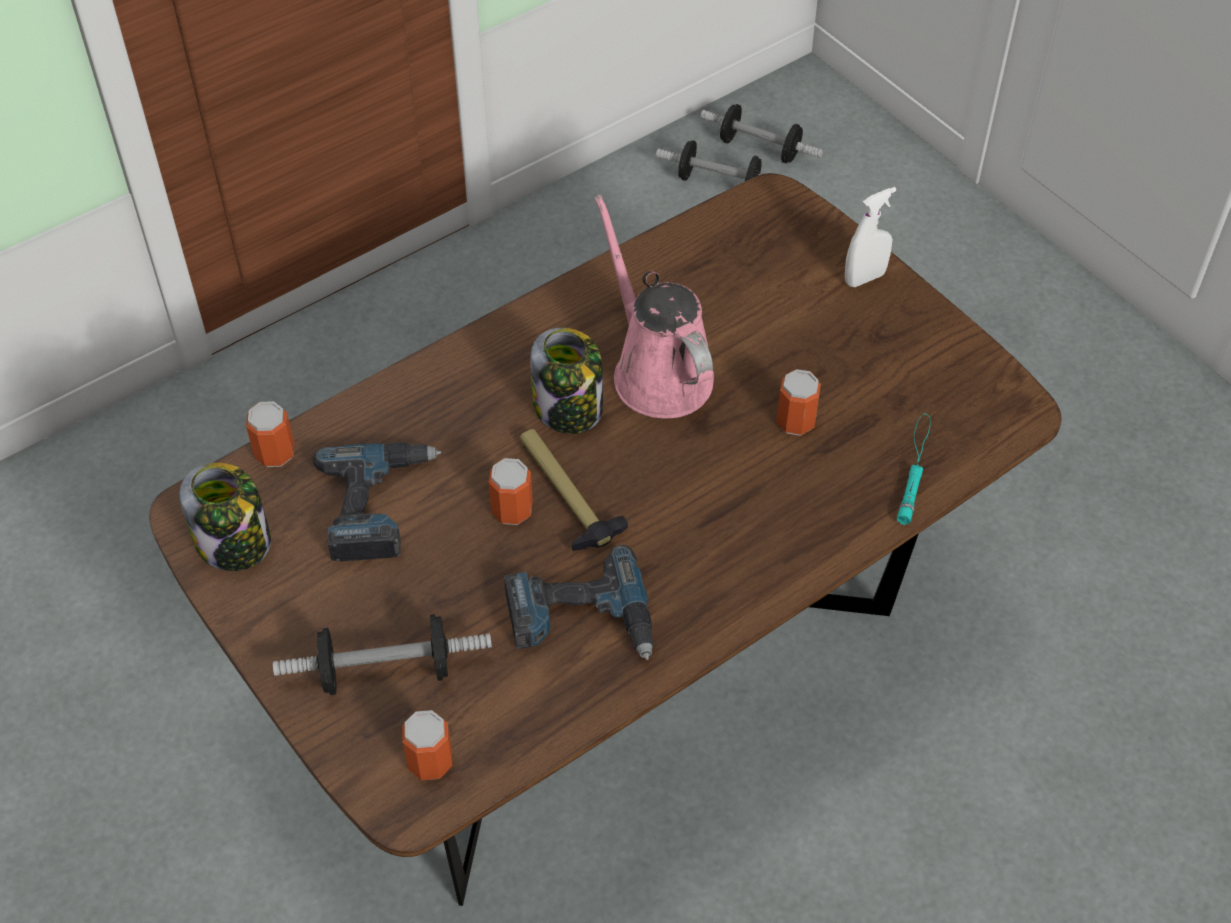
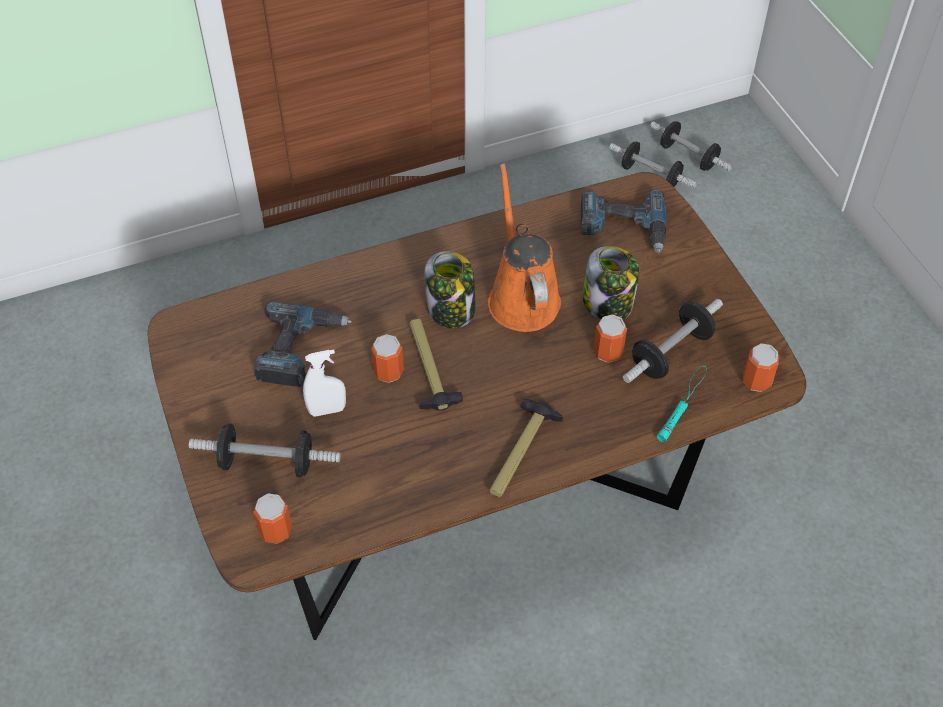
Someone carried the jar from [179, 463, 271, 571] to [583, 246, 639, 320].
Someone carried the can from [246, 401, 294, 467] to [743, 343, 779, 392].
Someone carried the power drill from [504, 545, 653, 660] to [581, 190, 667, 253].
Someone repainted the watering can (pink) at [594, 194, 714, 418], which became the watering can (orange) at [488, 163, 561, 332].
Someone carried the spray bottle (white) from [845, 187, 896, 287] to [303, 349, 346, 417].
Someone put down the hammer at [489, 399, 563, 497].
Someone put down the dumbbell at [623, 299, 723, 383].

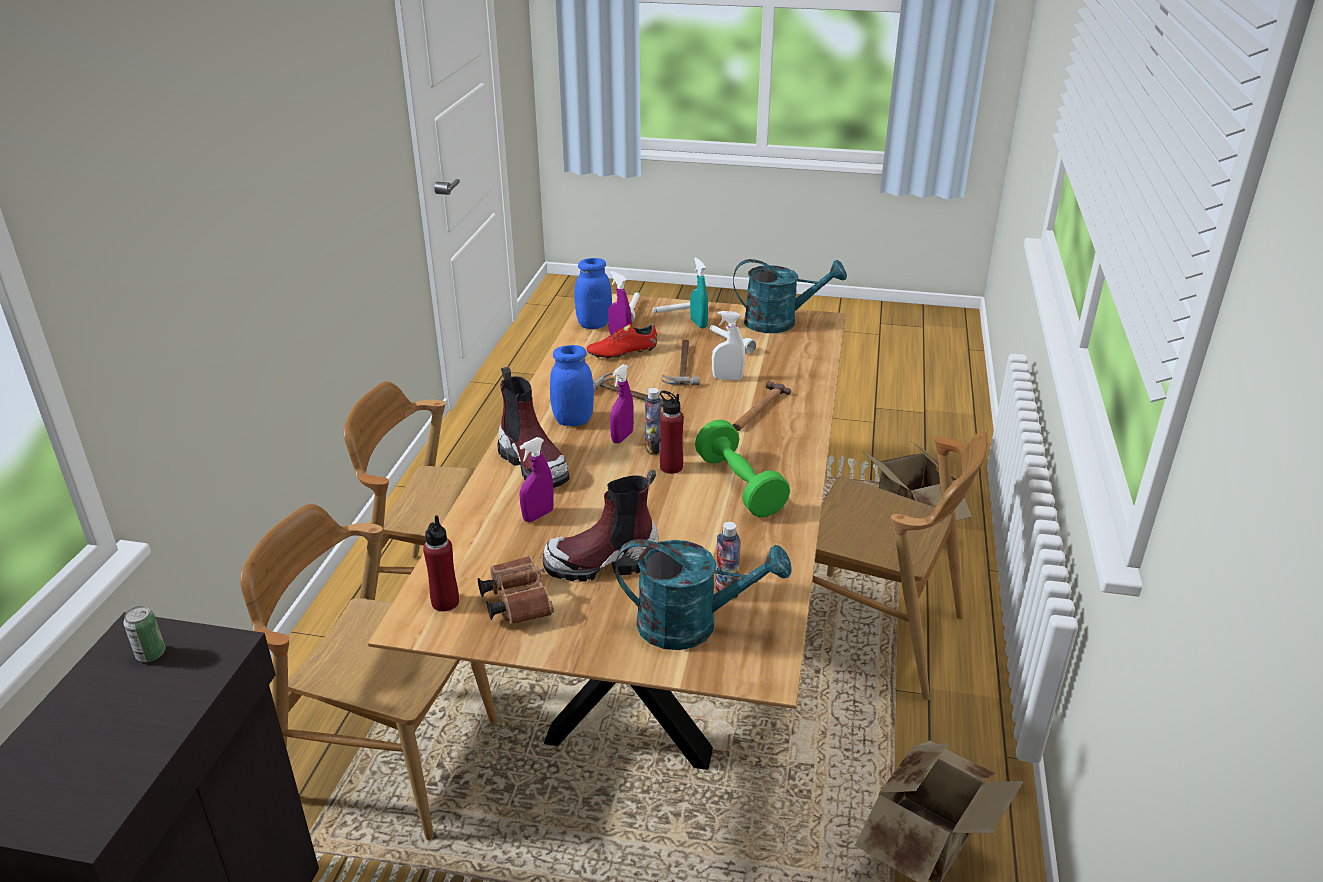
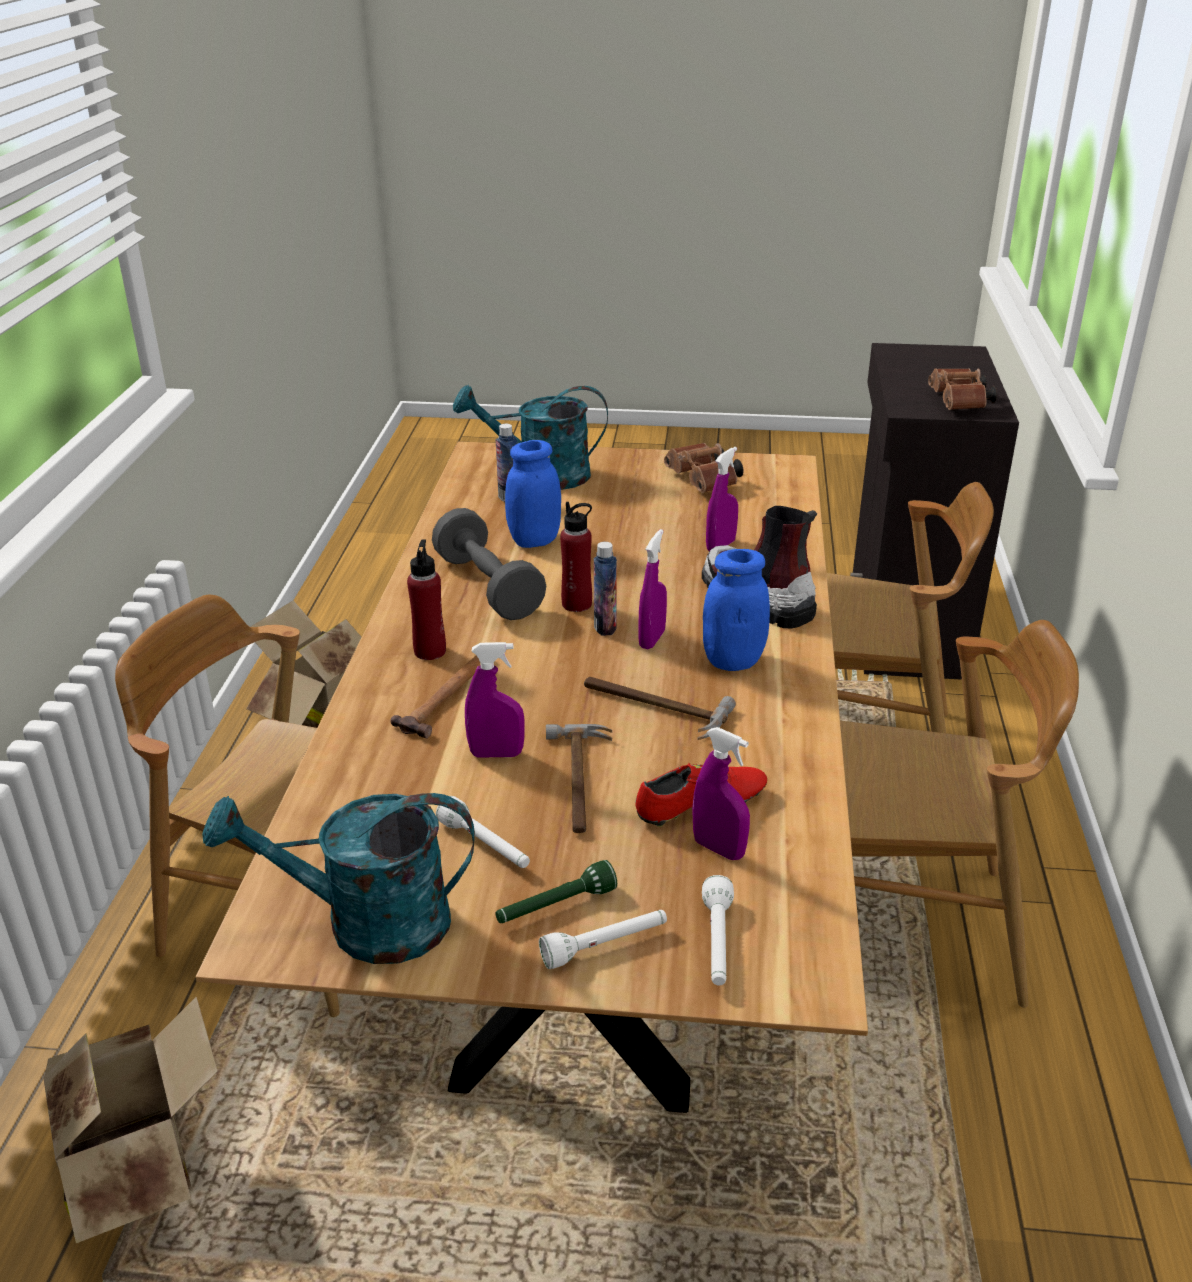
Someone swapped the can at [123, 606, 165, 662] for the binoculars (brown) at [928, 368, 997, 410].
Someone carried the bottle (red) from [423, 516, 459, 611] to [407, 539, 446, 660].
Someone took away the boot at [543, 470, 659, 582].
Someone carried the jar (blue) from [574, 258, 612, 329] to [505, 440, 561, 548].
Someone swapped the spray bottle (turquoise) at [690, 258, 708, 329] for the flashlight (green) at [495, 860, 617, 923].
Someone repainted the dumbbell (green) at [695, 420, 790, 517], which became the dumbbell (grey) at [432, 508, 546, 620].
Someone repainted the spray bottle (white) at [712, 311, 745, 380], which became the spray bottle (purple) at [465, 642, 524, 757].

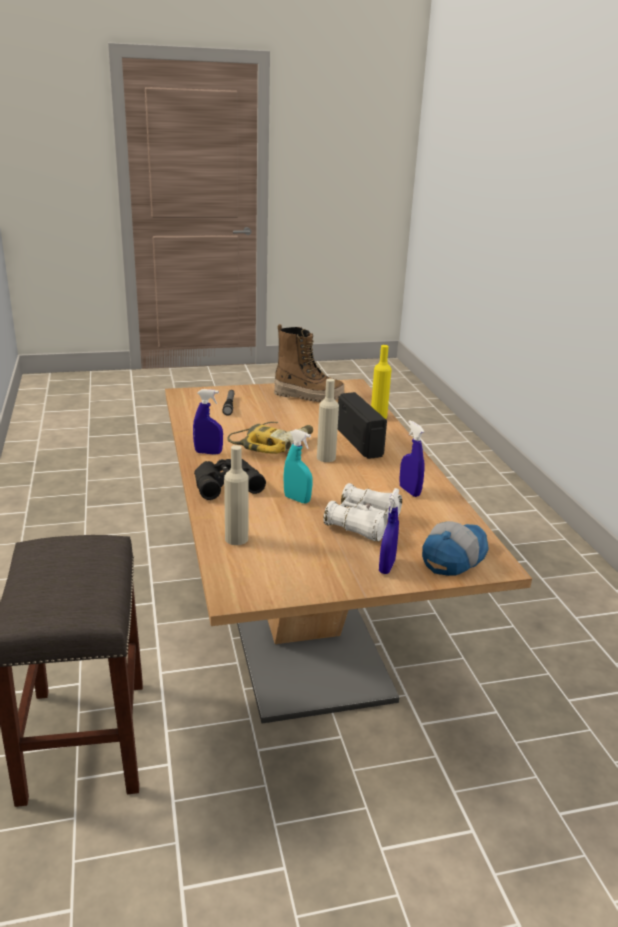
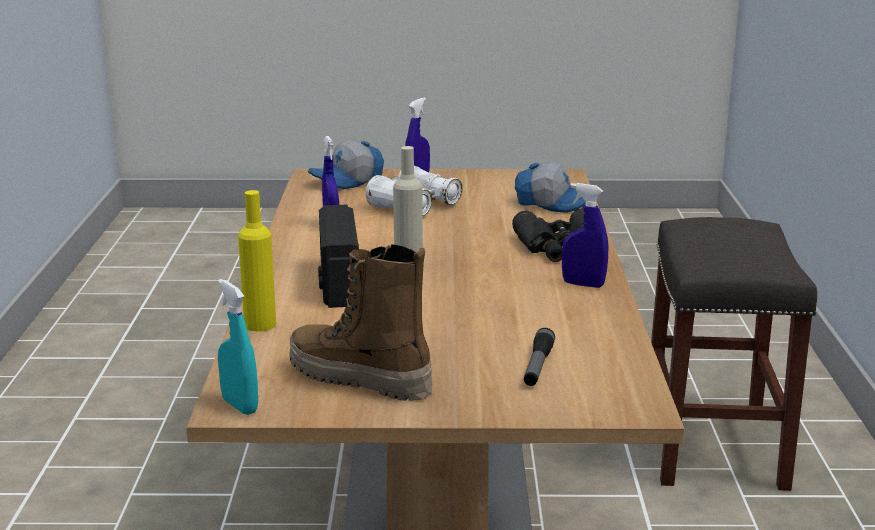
Someone swapped the bottle (beige) at [224, 445, 249, 545] for the cap at [515, 162, 586, 213].
Someone took away the power drill at [227, 422, 313, 454].
Someone carried the spray bottle (turquoise) from [283, 429, 312, 503] to [218, 279, 258, 415].

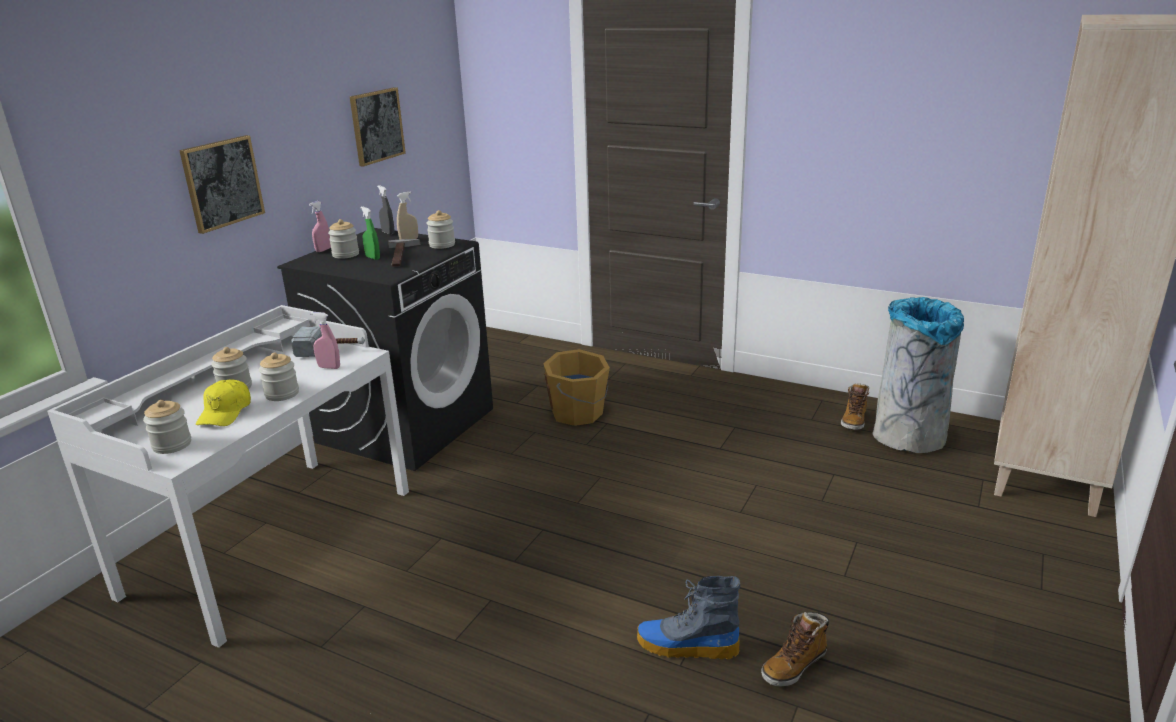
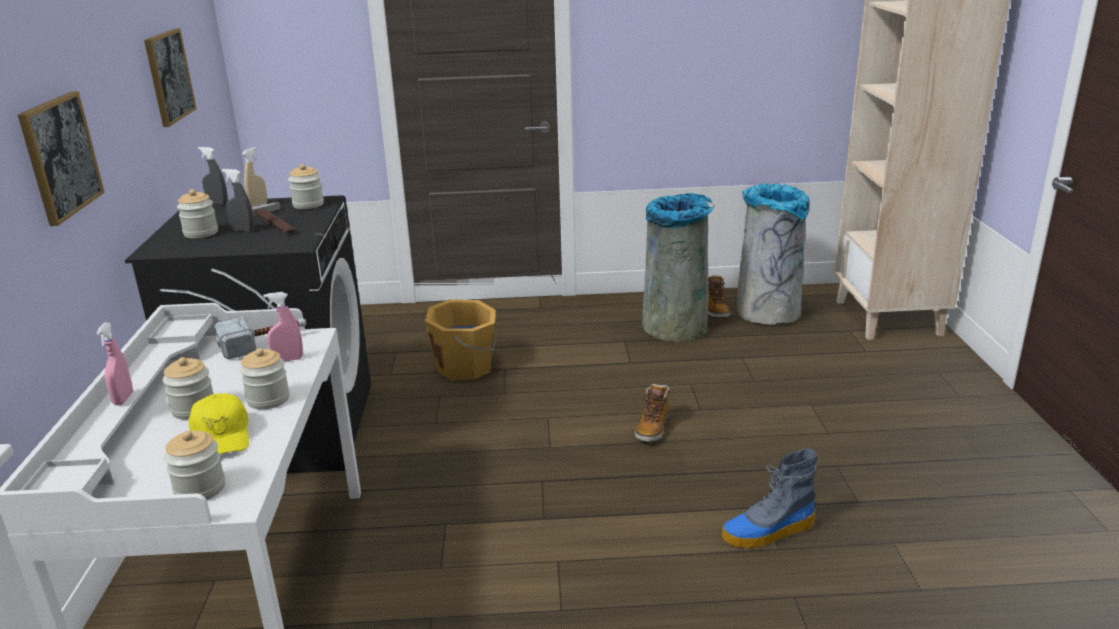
Someone carried the spray bottle (pink) from [309, 201, 331, 252] to [96, 322, 133, 405].
Someone repainted the spray bottle (green) at [360, 207, 380, 260], which became the spray bottle (grey) at [222, 169, 254, 232].
Someone carried the boot from [761, 612, 829, 687] to [635, 384, 670, 442].
Someone put down the trash can (grey) at [642, 193, 714, 342].

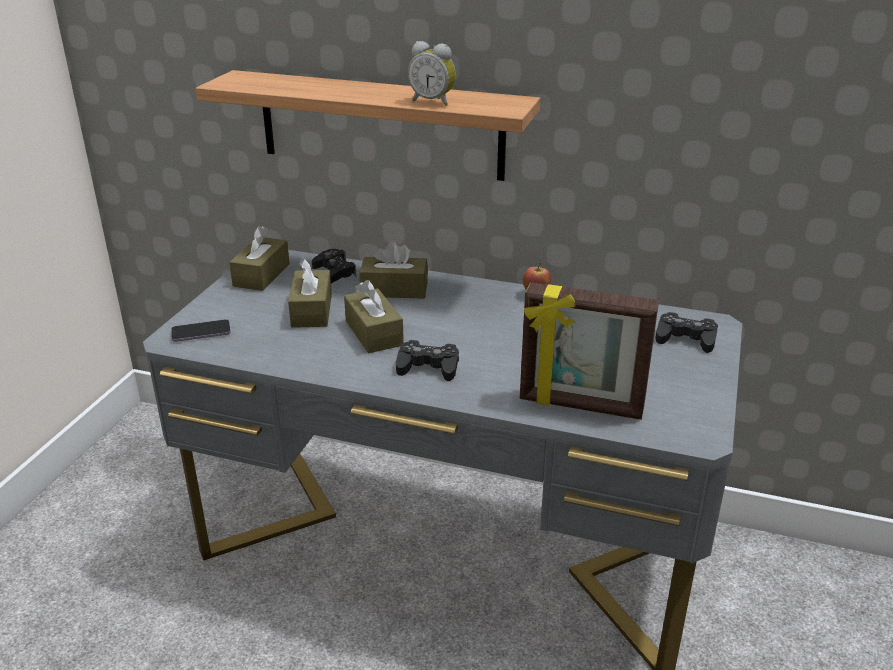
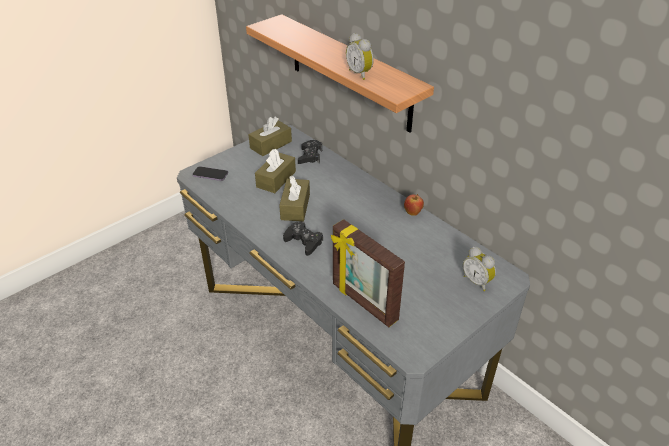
Someone took away the tissue box (brown) at [359, 241, 428, 299].
Someone swapped the game controller (black) at [656, 312, 718, 353] for the alarm clock at [463, 247, 496, 291].

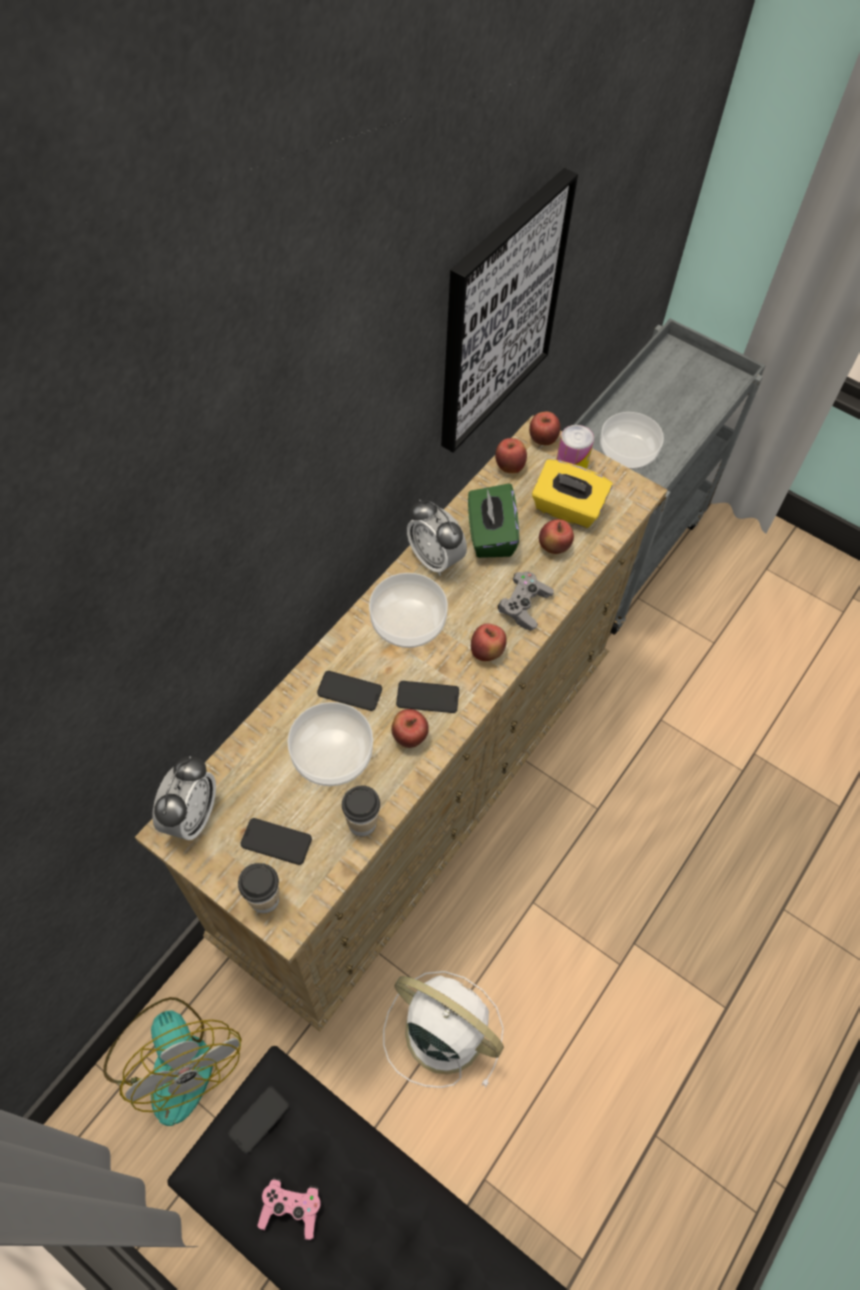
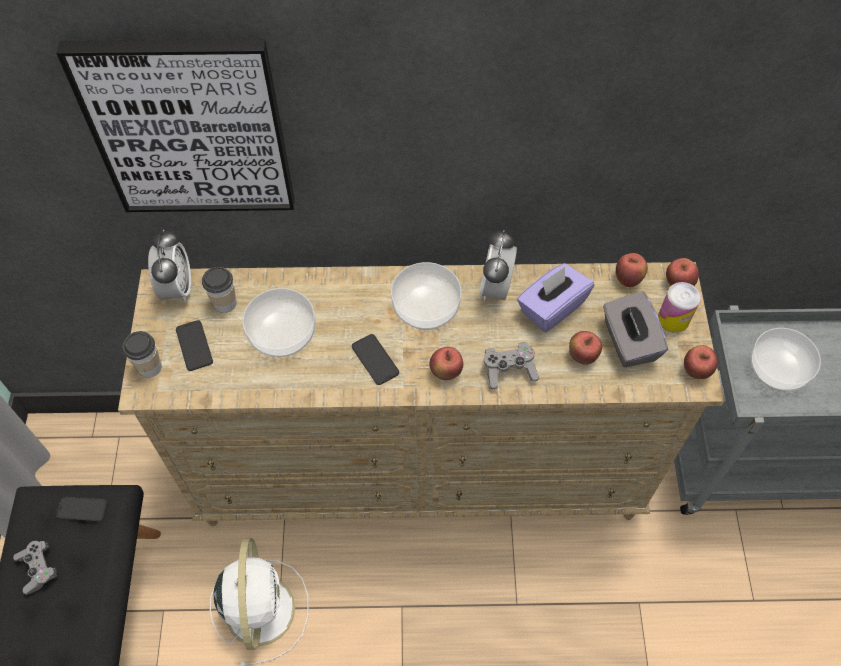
Someone took away the fan at [103, 997, 242, 1126].
Someone rotated the alarm clock at [152, 756, 216, 840] by 75 degrees counterclockwise.
Someone repainted the game controller (pink) at [257, 1177, 321, 1240], which became the game controller (grey) at [13, 541, 58, 595].
Someone took away the phone at [317, 671, 382, 711].
Someone carried the cup from [342, 786, 380, 836] to [202, 267, 236, 313].
Someone carried the apple from [391, 709, 429, 748] to [684, 345, 718, 379].
Someone carried the picture from [441, 168, 578, 452] to [56, 39, 295, 212].
Someone repainted the tissue box (green) at [468, 483, 519, 558], which became the tissue box (purple) at [517, 263, 594, 332].
Someone repainted the tissue box (yellow) at [532, 459, 613, 528], which became the tissue box (grey) at [603, 291, 668, 367].

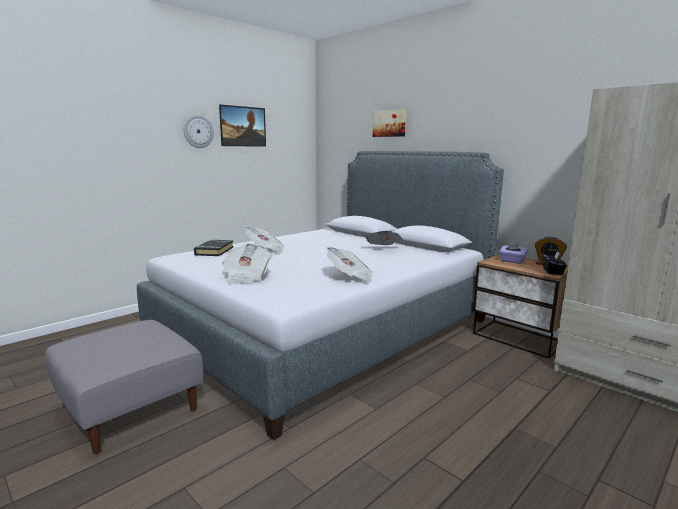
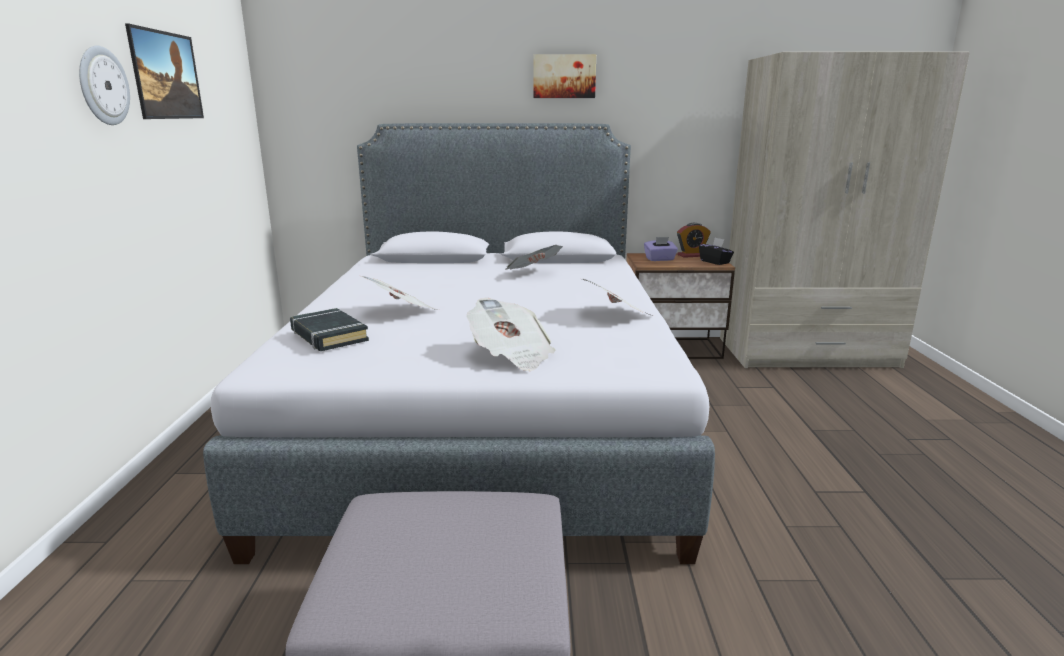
Someone carried the picture from [373, 109, 406, 137] to [533, 54, 596, 98].

